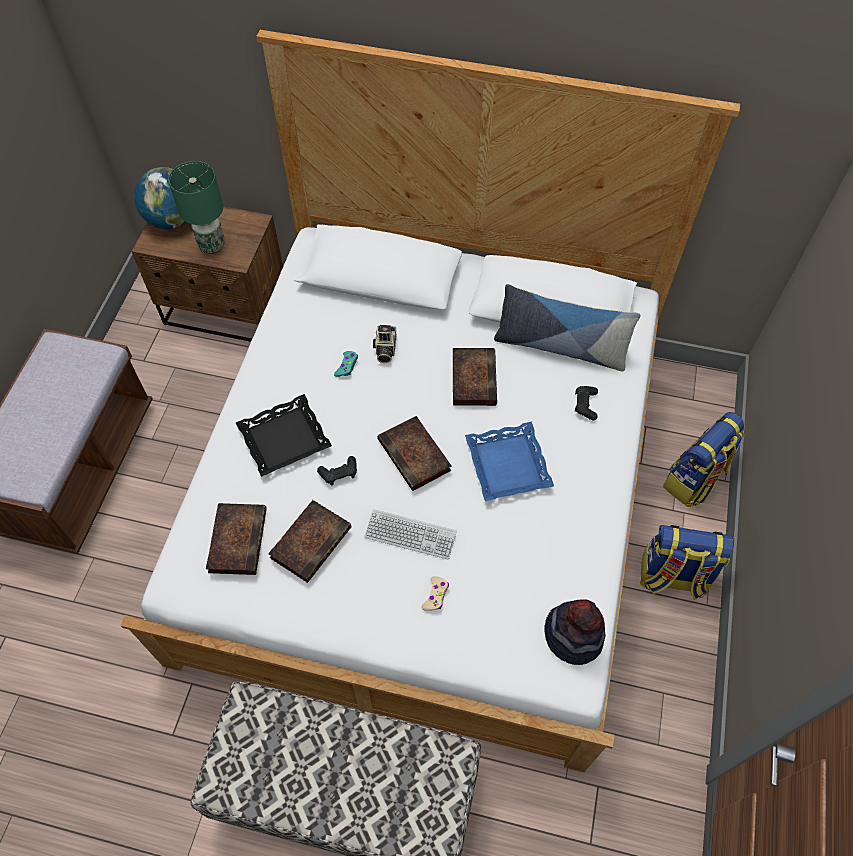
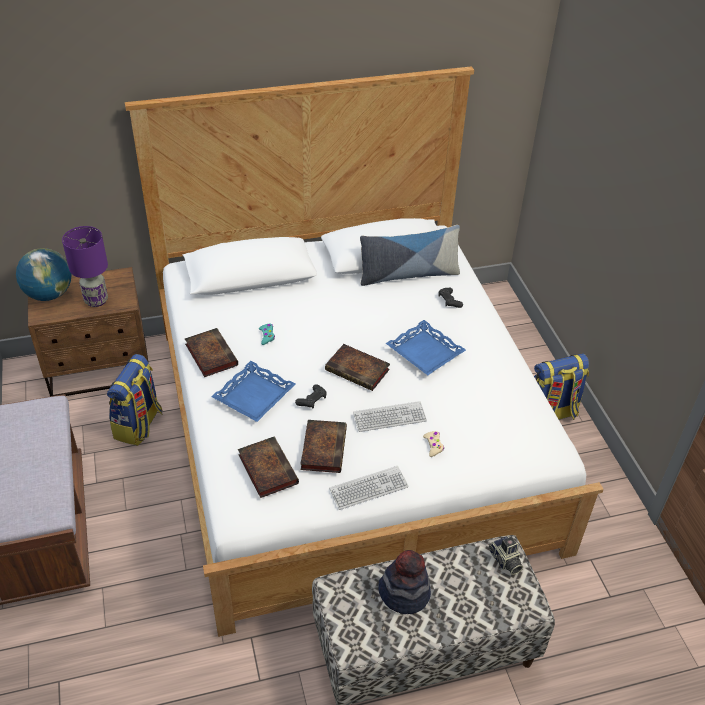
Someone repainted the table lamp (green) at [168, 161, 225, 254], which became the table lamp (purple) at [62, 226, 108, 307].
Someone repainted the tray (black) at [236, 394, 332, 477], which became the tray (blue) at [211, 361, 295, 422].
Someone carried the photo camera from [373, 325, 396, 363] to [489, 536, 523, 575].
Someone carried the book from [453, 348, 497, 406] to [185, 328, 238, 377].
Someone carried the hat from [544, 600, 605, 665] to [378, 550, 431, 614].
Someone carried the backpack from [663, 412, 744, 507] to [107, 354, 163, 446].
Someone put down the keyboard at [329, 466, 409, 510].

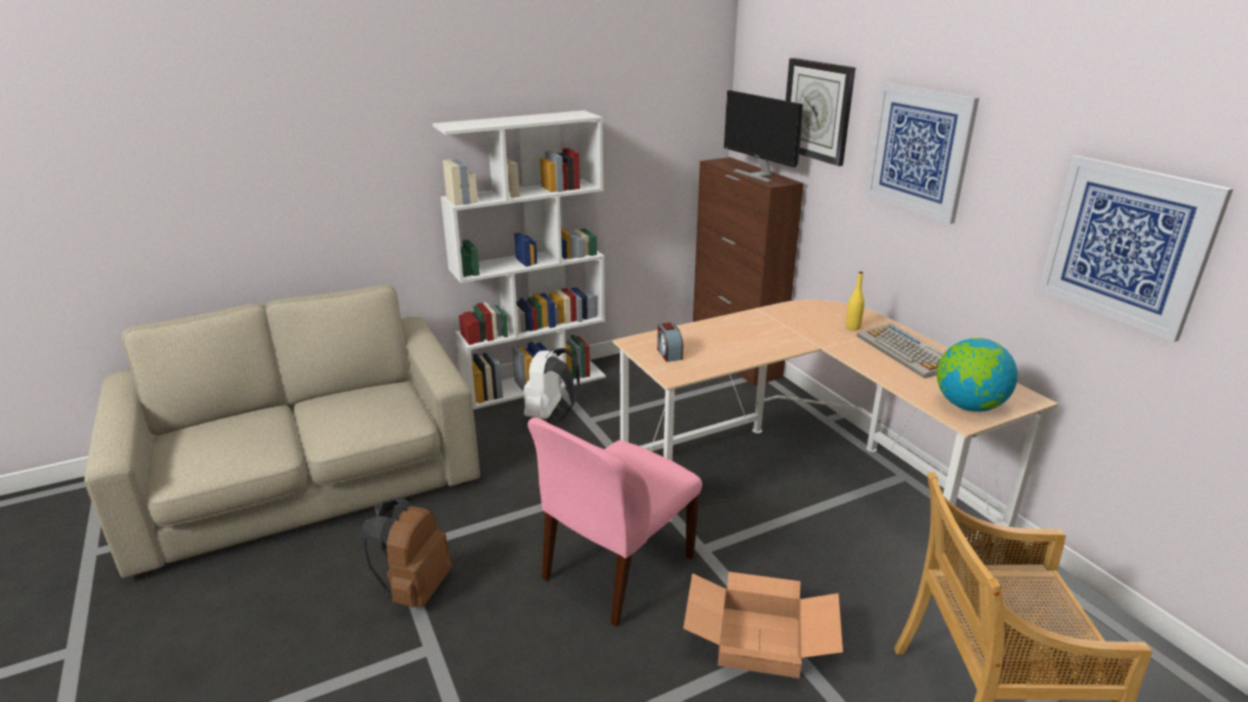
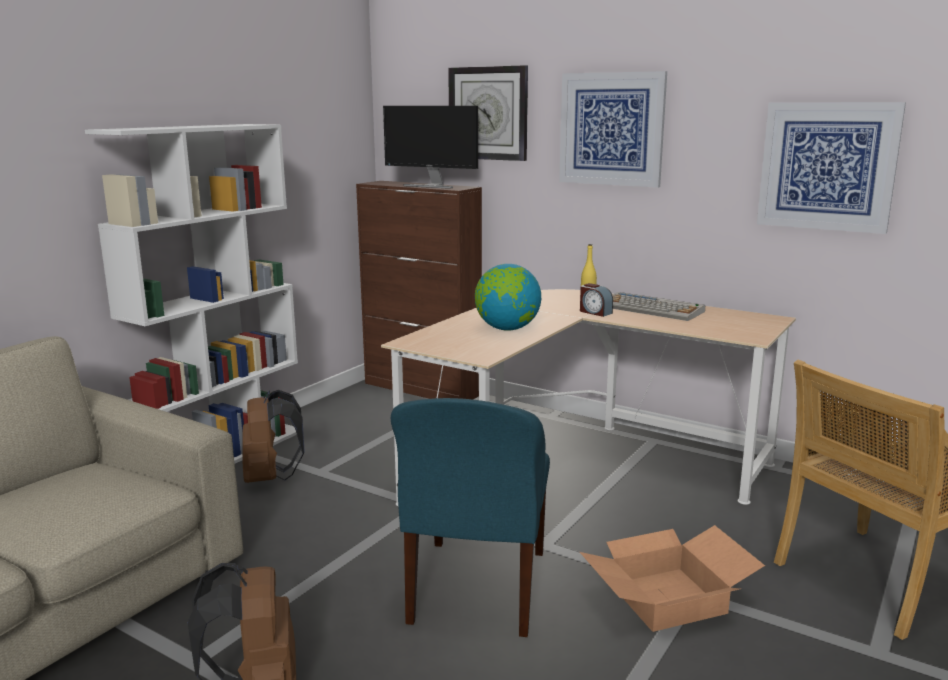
Someone repainted the backpack (white) at [524, 348, 580, 421], which became the backpack (brown) at [242, 390, 305, 483].
Someone repainted the chair (pink) at [528, 417, 702, 627], which became the chair (blue) at [391, 398, 550, 637].
Someone carried the alarm clock from [657, 323, 683, 362] to [580, 283, 613, 317].
Someone carried the globe from [937, 338, 1018, 412] to [475, 264, 541, 331].

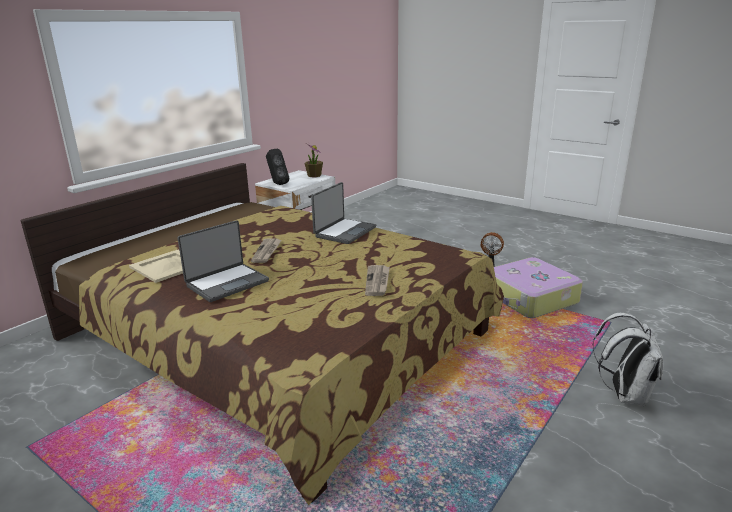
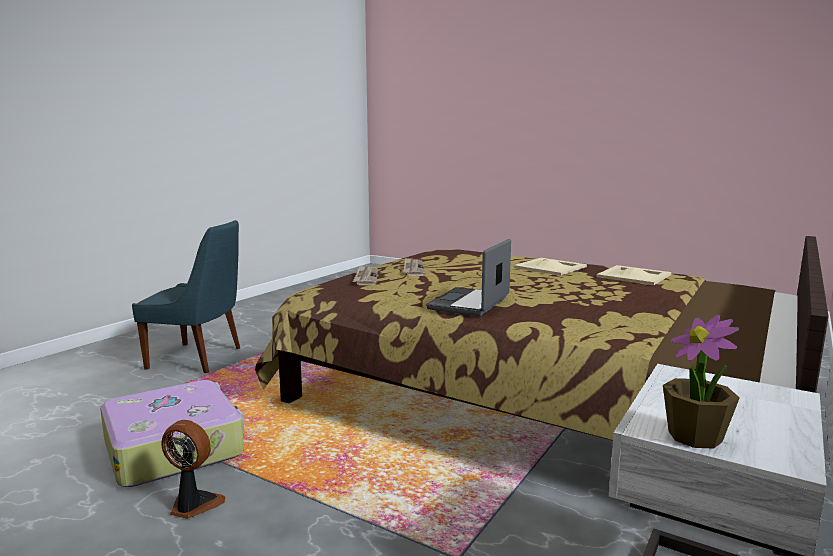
Someone swapped the laptop at [177, 220, 269, 302] for the tray (beige) at [514, 258, 587, 276].
Someone carried the newspaper from [251, 238, 282, 263] to [353, 265, 378, 285].
Someone took away the speaker (black) at [266, 149, 289, 185].
Someone swapped the backpack (white) at [592, 313, 664, 406] for the chair (blue) at [132, 220, 240, 373].

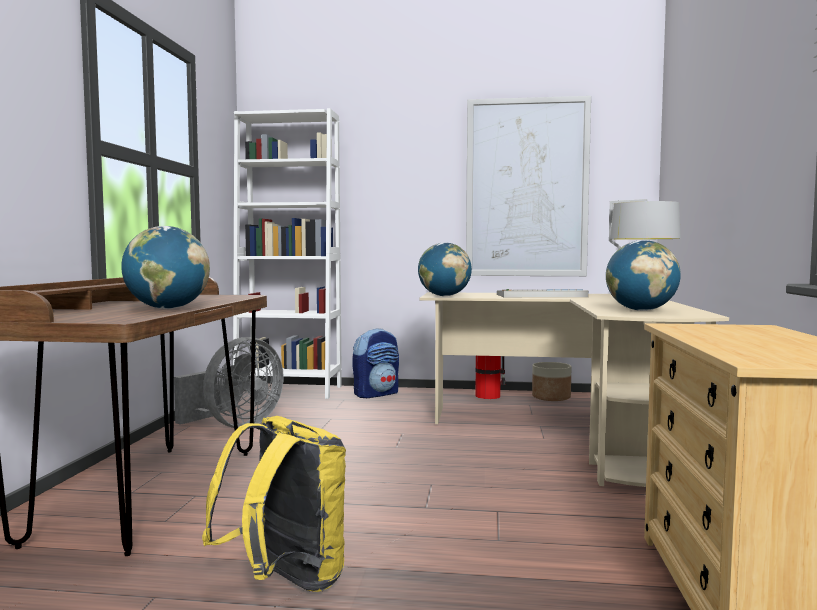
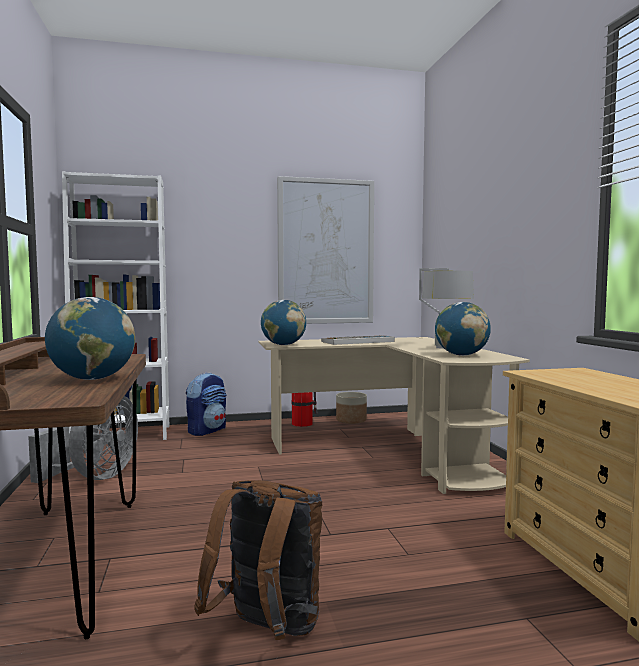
Someone repainted the backpack (yellow) at [202, 416, 346, 592], which became the backpack (brown) at [194, 480, 322, 640].

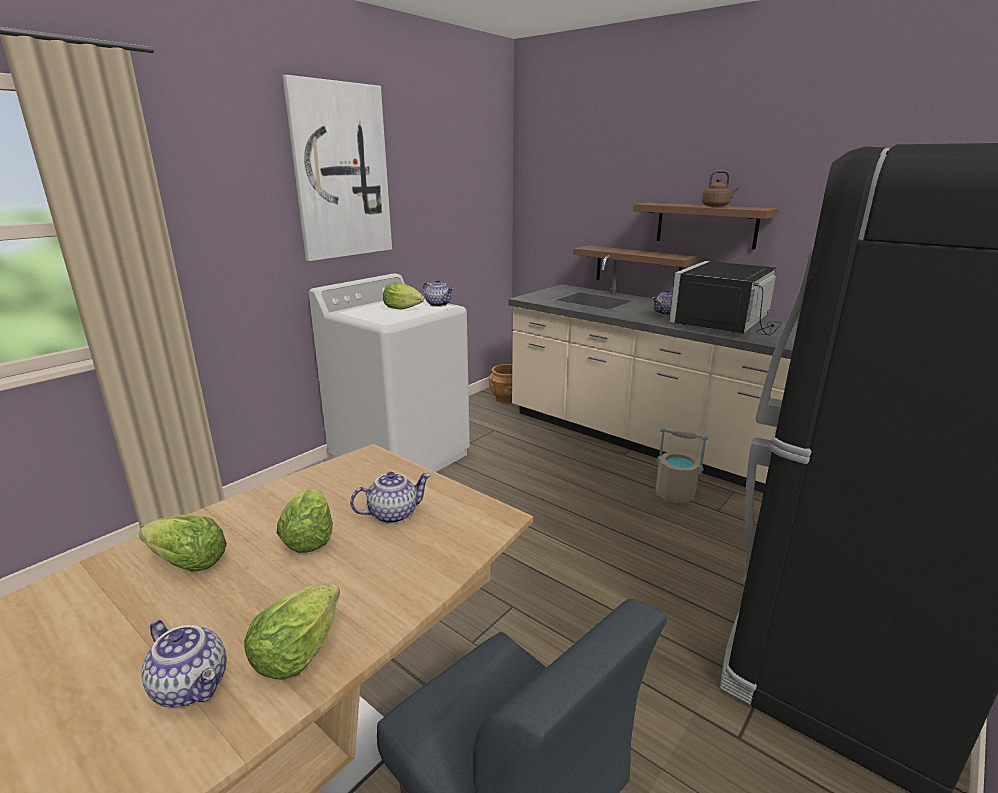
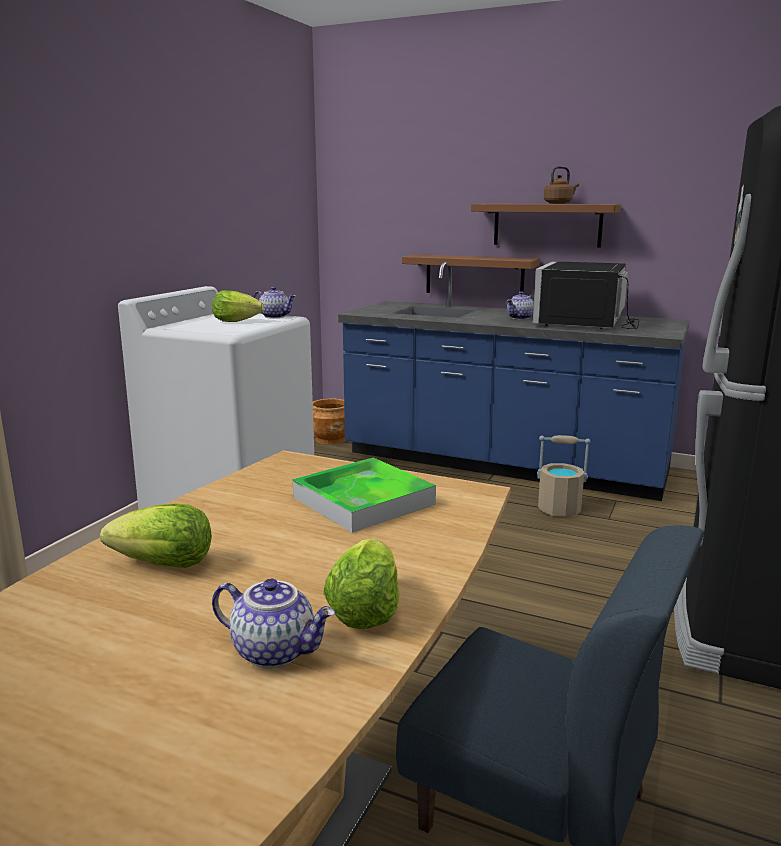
Someone took away the lettuce at [277, 487, 333, 553].
Someone took away the picture at [282, 75, 392, 261].
Someone swapped the teapot at [350, 472, 431, 524] for the tray at [293, 457, 436, 533].
Someone repainted the counter (beige) at [508, 255, 799, 493], which became the counter (blue) at [338, 261, 690, 501].

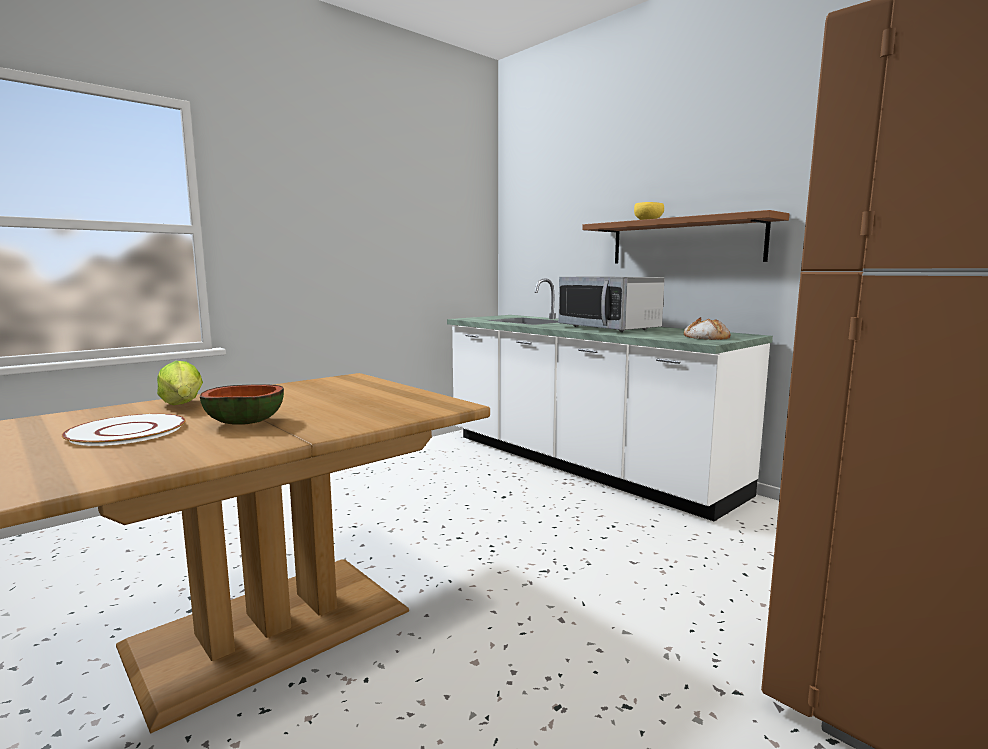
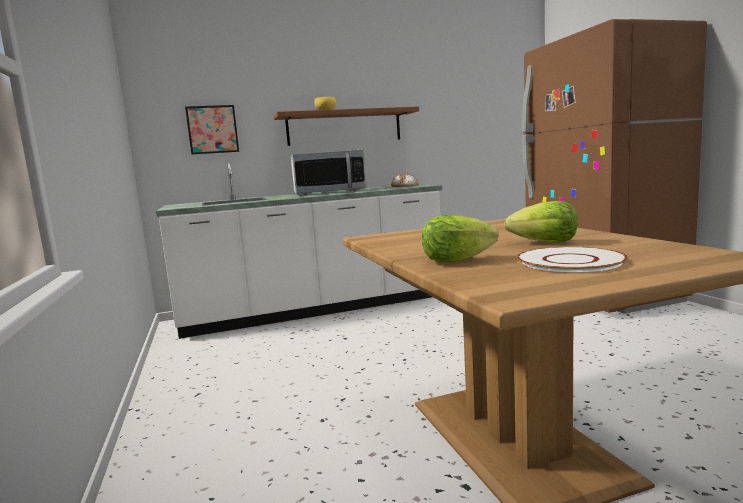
Someone swapped the bowl at [200, 384, 284, 425] for the lettuce at [504, 201, 578, 243].
Someone put up the picture at [185, 105, 239, 155].

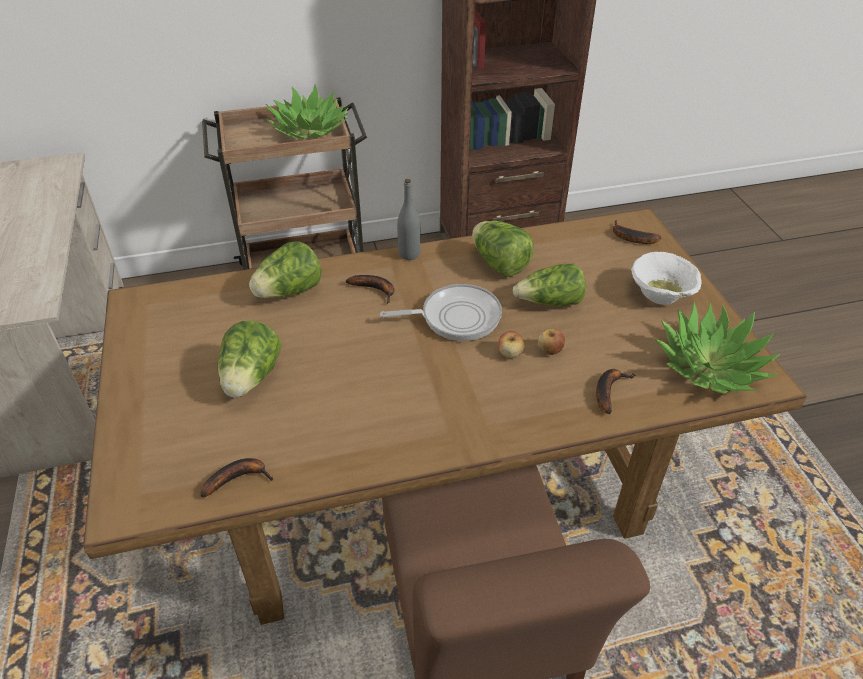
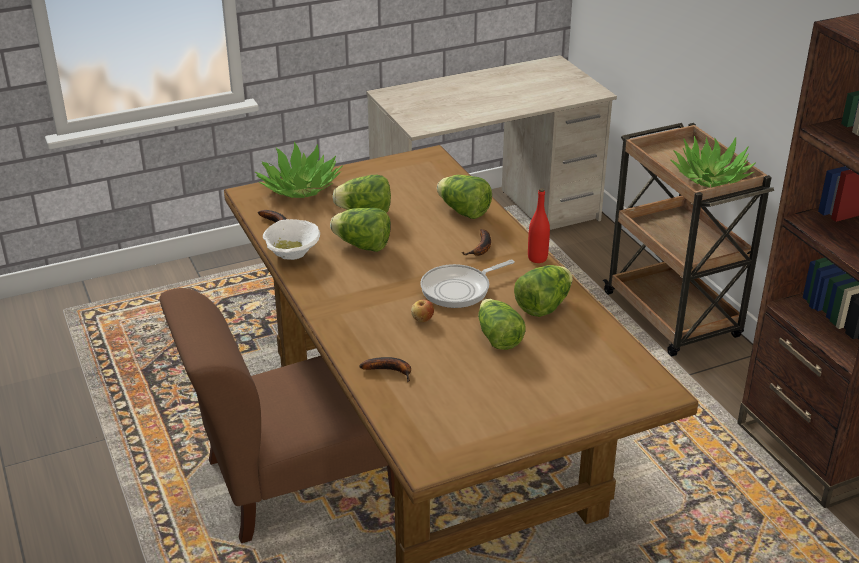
Someone rotated the frying pan at [380, 284, 502, 341] by 75 degrees clockwise.
Someone repainted the bottle (grey) at [397, 179, 421, 260], which became the bottle (red) at [528, 188, 550, 263].
Someone took away the apple at [538, 329, 565, 355].
Someone took away the banana at [613, 220, 661, 244].
Someone carried the bowl (white) from [631, 252, 702, 305] to [263, 219, 320, 260].
Someone carried the potted plant from [655, 301, 780, 394] to [255, 142, 342, 198].
Someone put down the lettuce at [330, 208, 391, 252].

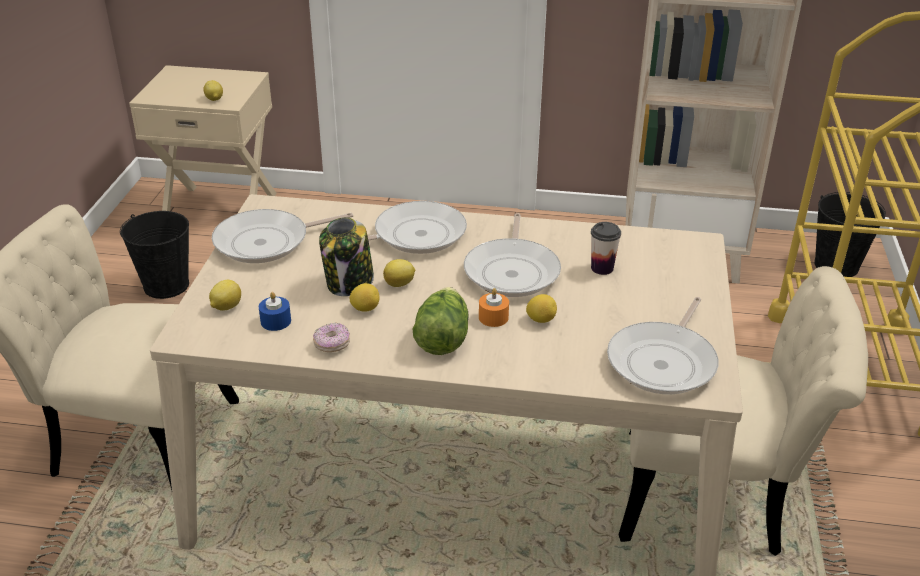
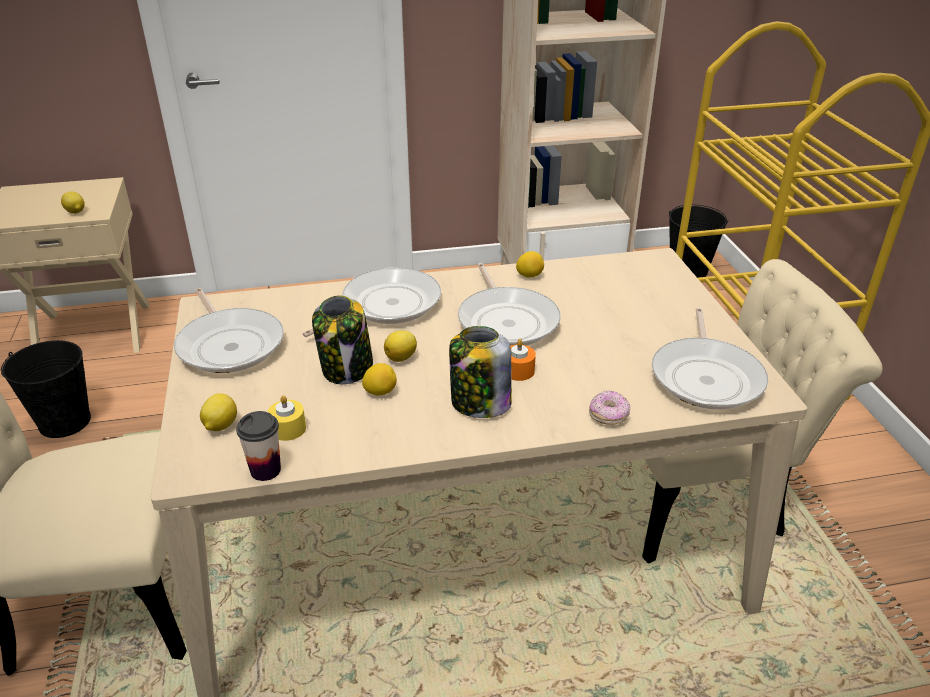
Someone rotated the frying pan at [212, 209, 353, 263] by 75 degrees counterclockwise.
Someone repainted the candle (blue) at [259, 292, 291, 331], which became the candle (yellow) at [268, 395, 306, 441].
Someone carried the donut from [313, 322, 350, 352] to [589, 390, 630, 425].
Someone swapped the lettuce at [413, 287, 469, 355] for the jar at [449, 326, 512, 418].
Someone carried the lemon from [526, 294, 557, 323] to [516, 251, 544, 278].
Someone carried the cup from [591, 222, 621, 275] to [236, 411, 281, 481].

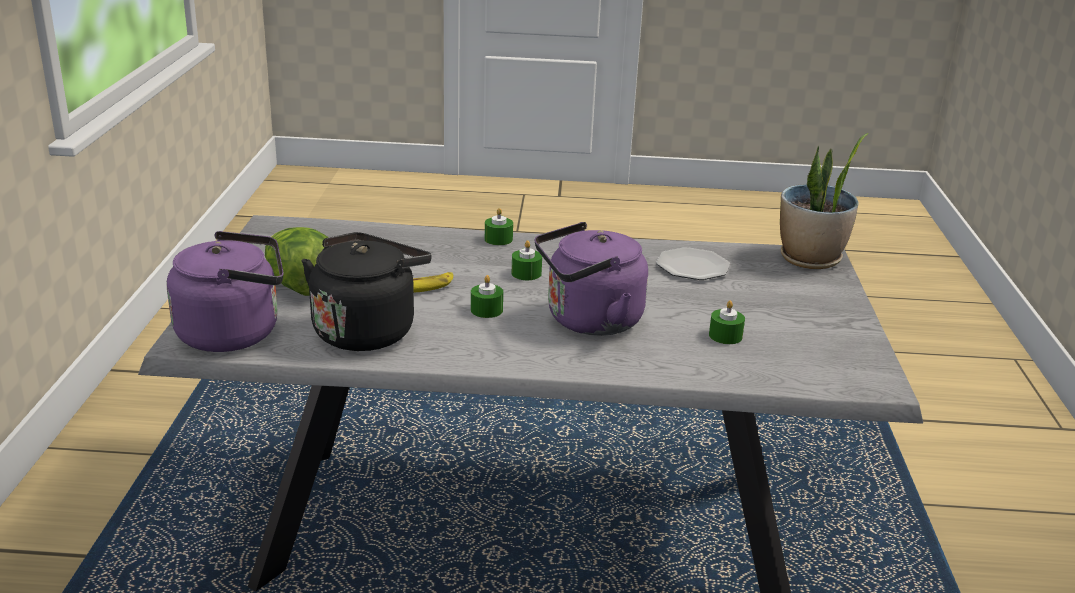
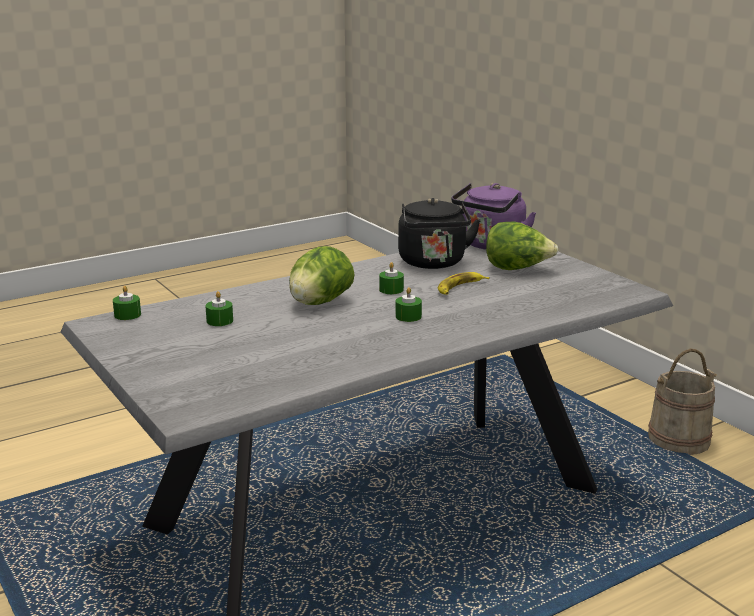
Someone carried the candle (green) from [485, 208, 513, 245] to [113, 286, 141, 320].
Someone swapped the kettle (purple) at [535, 222, 648, 336] for the lettuce at [289, 246, 355, 305].
Someone took away the plate at [656, 247, 730, 280].
Someone took away the potted plant at [780, 133, 868, 269].
Someone put down the bucket (beige) at [648, 348, 717, 455].

